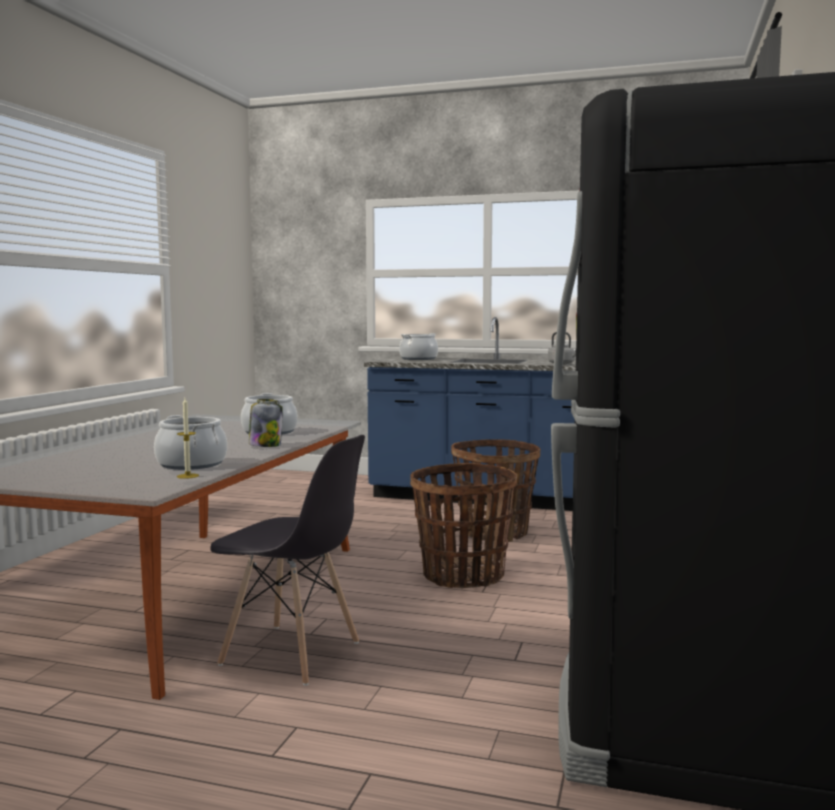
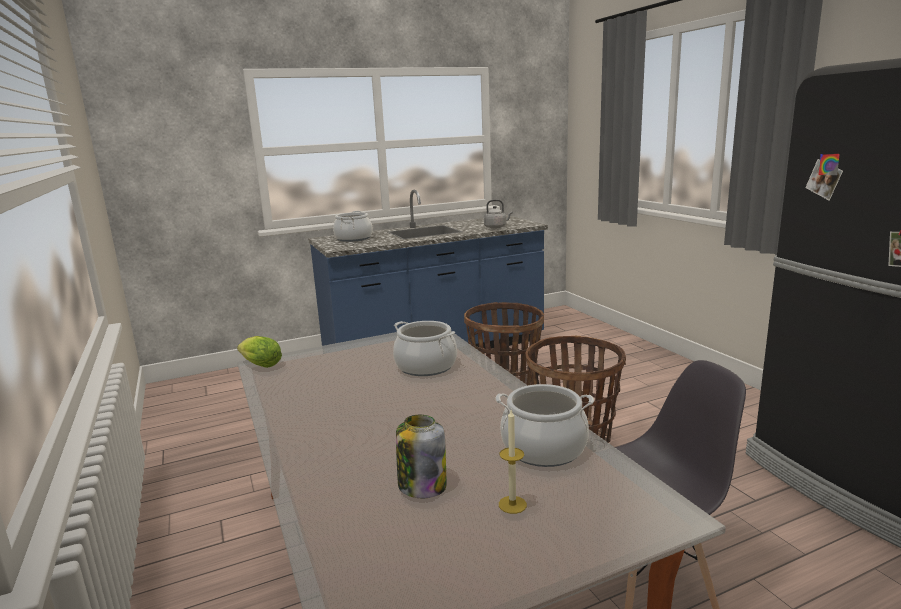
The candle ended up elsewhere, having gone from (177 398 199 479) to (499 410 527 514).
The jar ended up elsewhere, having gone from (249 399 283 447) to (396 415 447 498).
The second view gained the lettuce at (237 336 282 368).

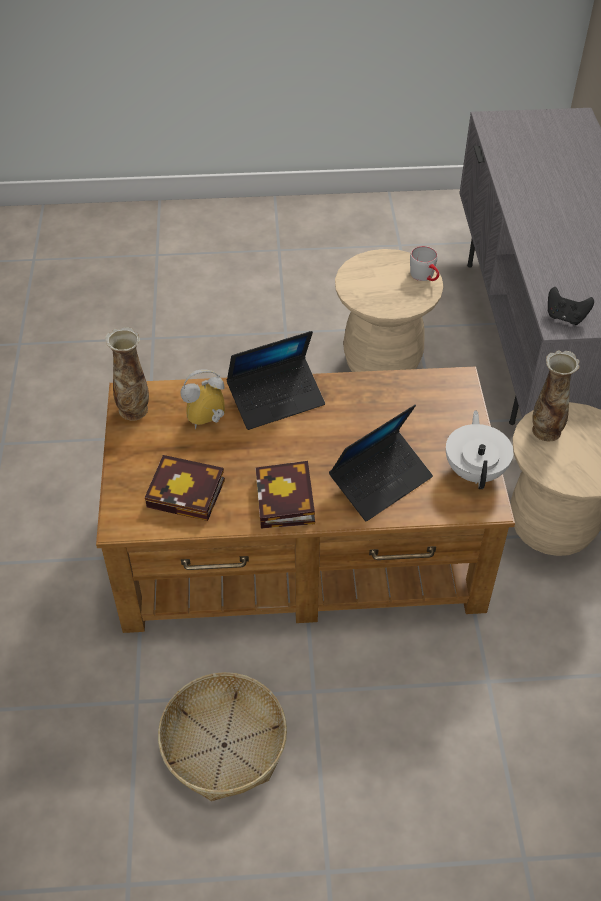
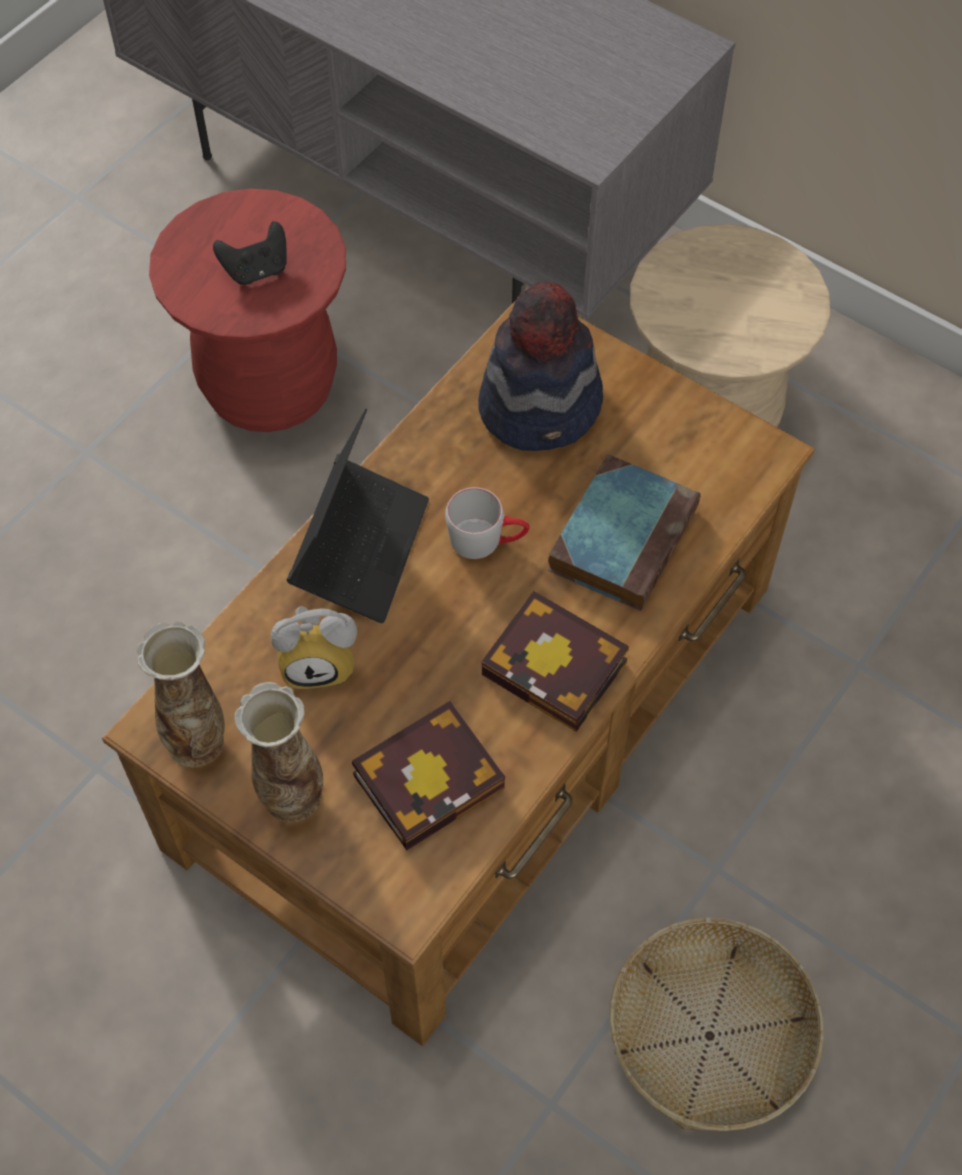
The mug (grey) ended up elsewhere, having gone from (410 246 439 281) to (445 487 530 559).
What was the stool (beige) at (335 249 444 372) turned into the stool (red) at (149 188 346 432).
The game controller (black) ended up elsewhere, having gone from (548 287 594 325) to (213 221 287 285).
The vase ended up elsewhere, having gone from (532 350 579 441) to (234 682 323 823).
The alarm clock at (180 369 225 429) ended up facing another way, 105 degrees counterclockwise from before.
Where the laptop stood at (329 405 433 521), the book came to stand at (548 454 701 611).
The second view lost the teapot (white) at (446 410 514 489).
The second view gained the hat at (478 282 603 451).

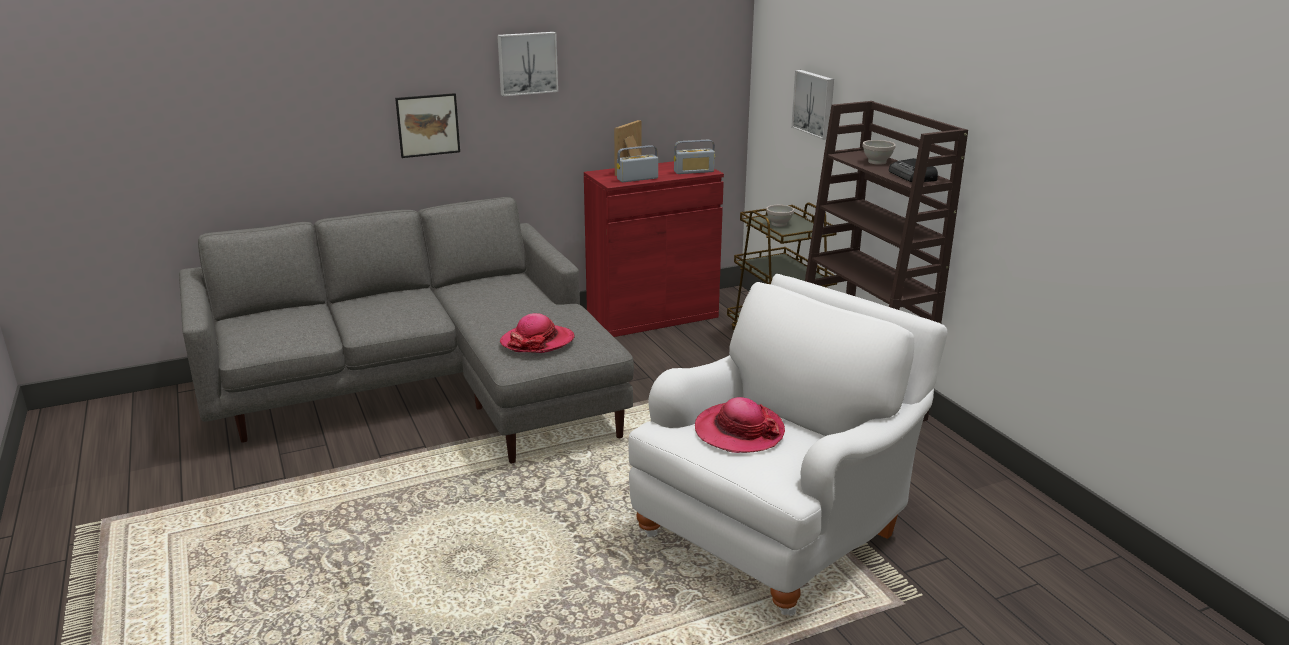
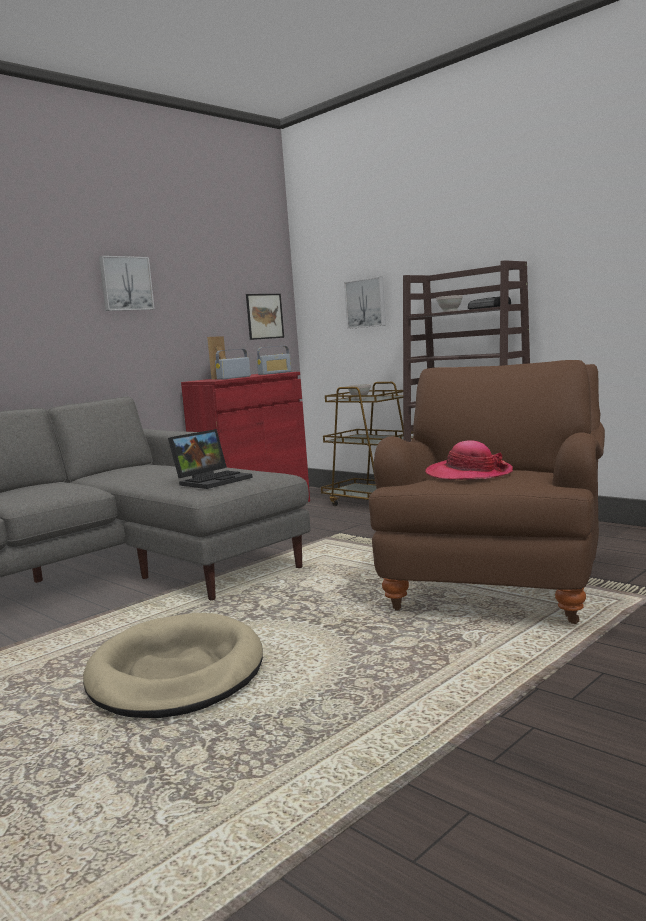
The picture ended up elsewhere, having gone from (395 93 460 158) to (246 294 284 340).
What was the armchair (white) at (628 274 947 616) turned into the armchair (brown) at (369 360 605 624).
Where the hat stood at (499 313 575 353), the laptop came to stand at (168 429 253 489).
The second view gained the dog bed (beige) at (83 613 263 718).

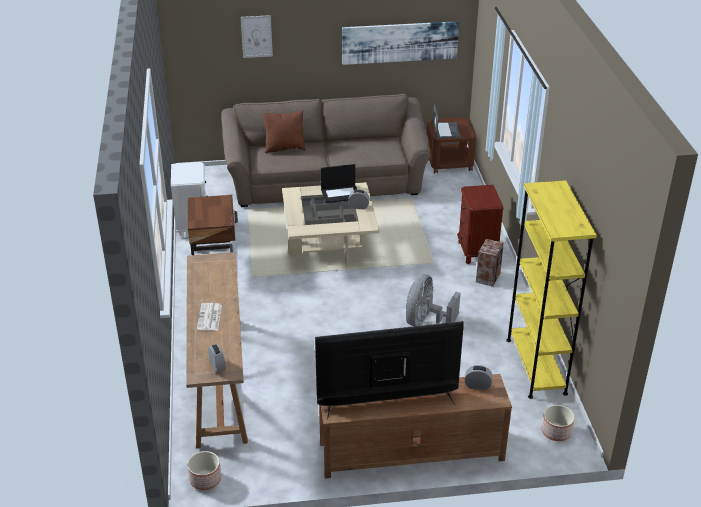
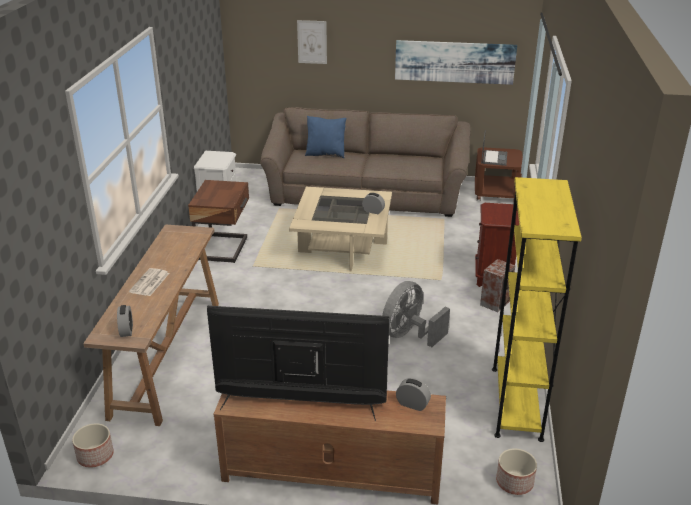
What was the pillow (brown) at (263 111 306 153) turned into the pillow (blue) at (305 116 346 158).
The second view lost the laptop at (321 164 357 203).

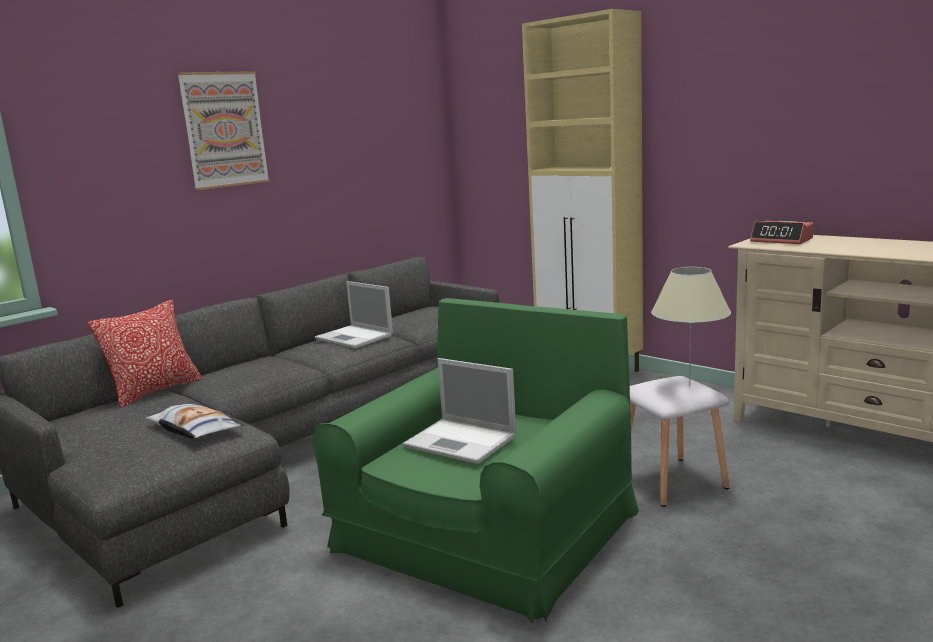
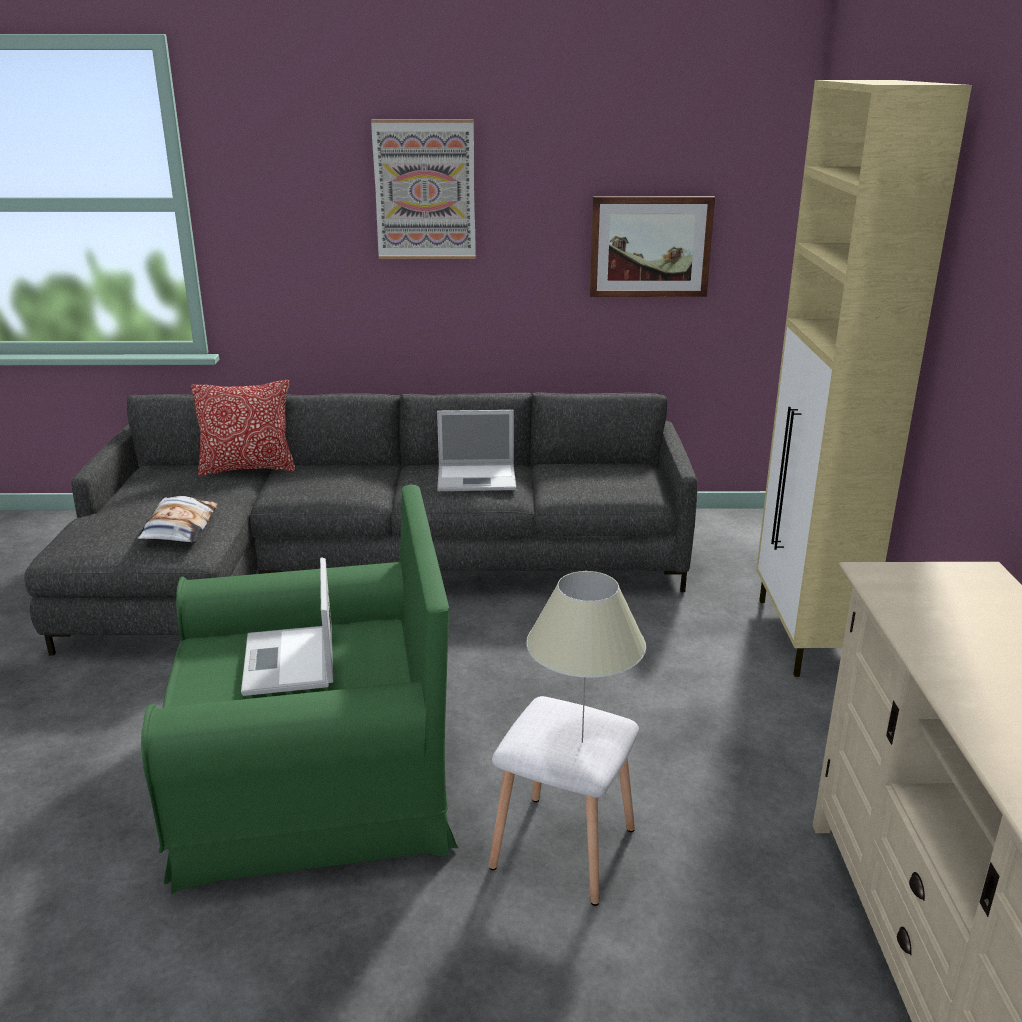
The second view lost the alarm clock at (750 221 814 244).
The laptop at (315 281 393 348) ended up facing another way, 90 degrees counterclockwise from before.
The second view gained the picture at (590 196 715 297).

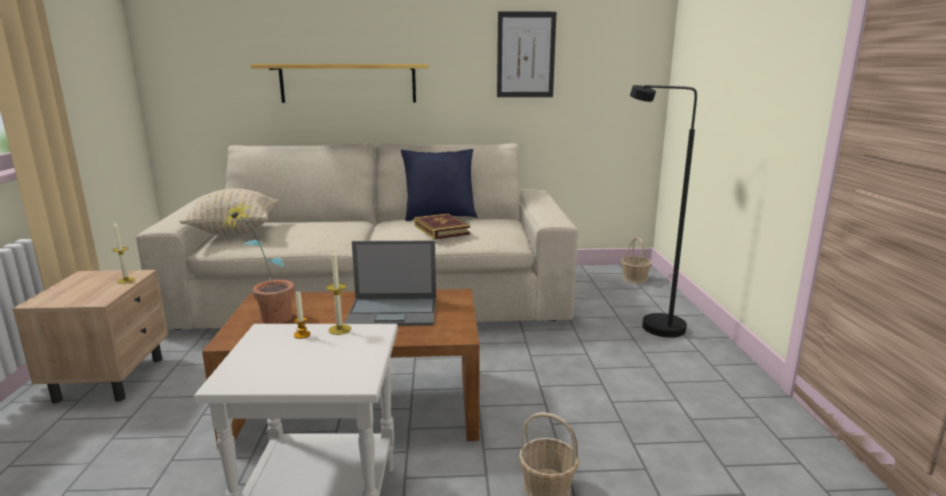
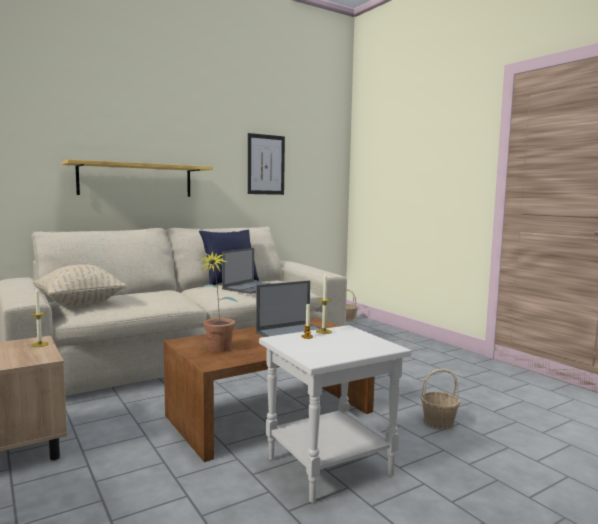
The second view lost the floor lamp (black) at (630 85 697 338).
Where the book stood at (414 213 470 240), the laptop came to stand at (222 248 270 294).

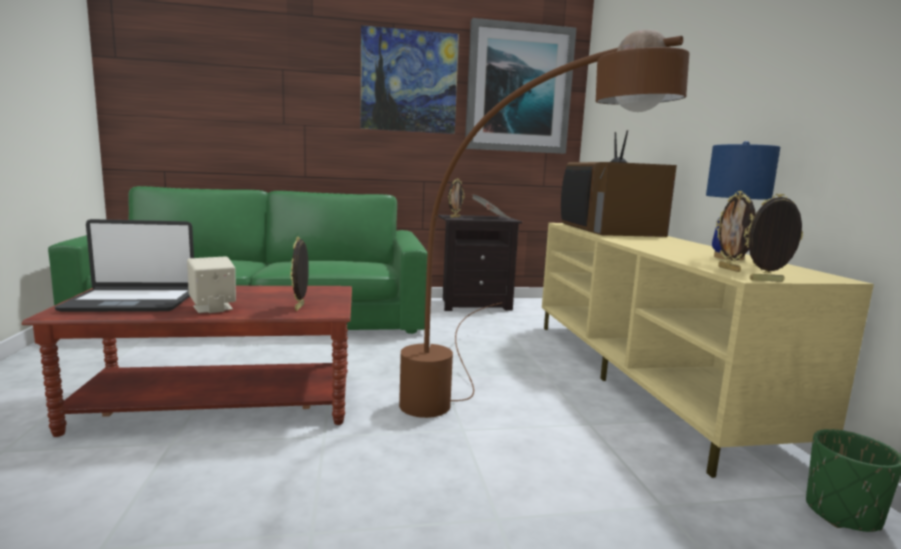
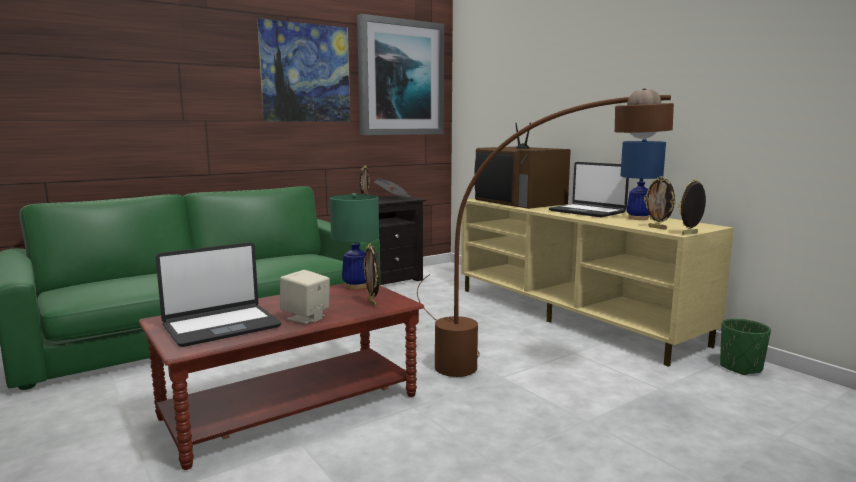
The second view gained the laptop at (549 162 629 217).
The second view gained the table lamp (green) at (330 193 379 289).

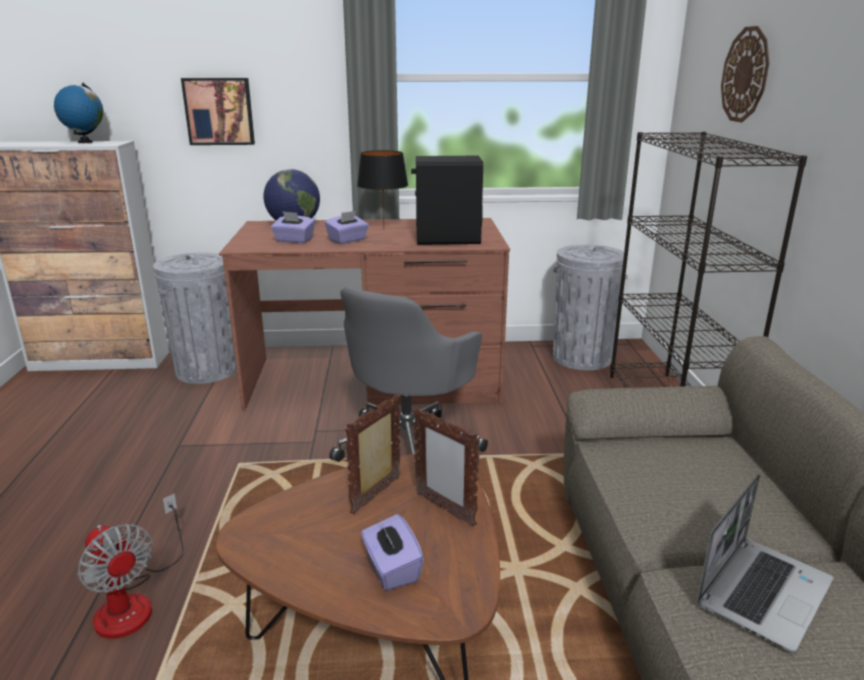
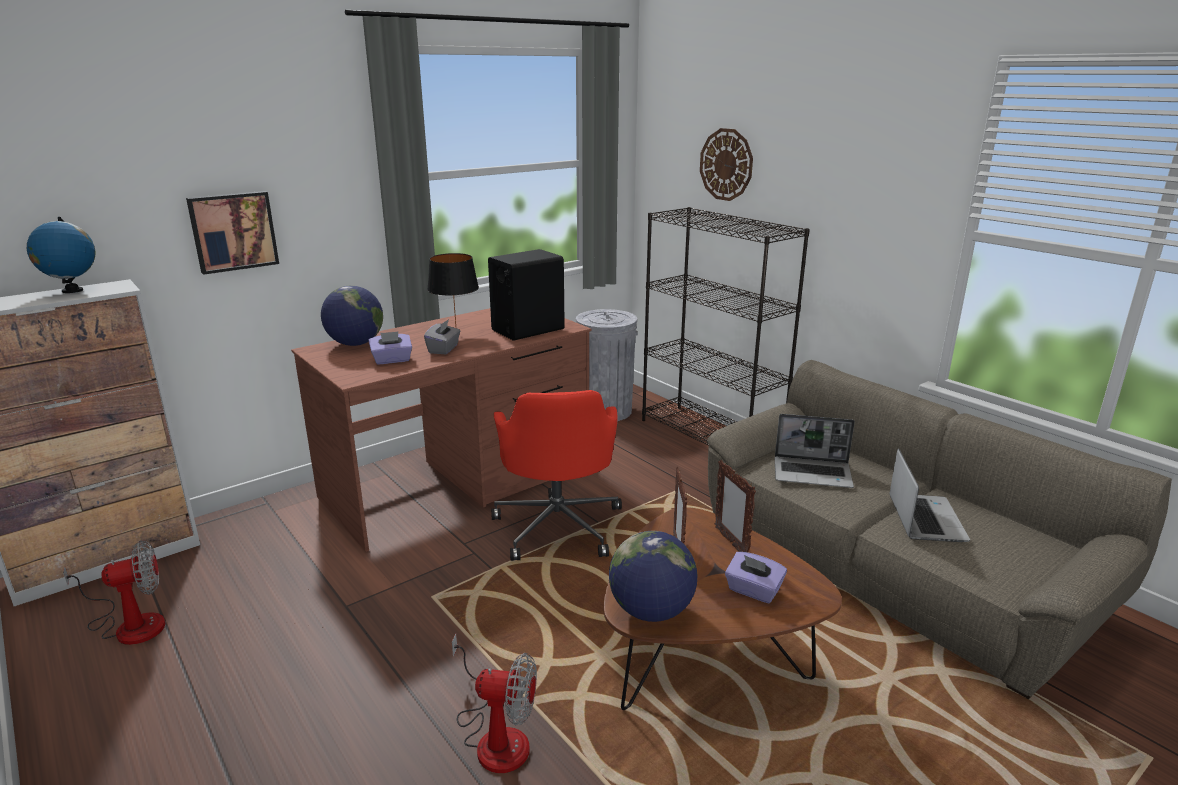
What was the tissue box (purple) at (325 211 369 244) turned into the tissue box (grey) at (424 319 460 354).
The second view lost the trash can (grey) at (153 252 237 384).
What was the office chair (grey) at (329 287 488 462) turned into the office chair (red) at (491 390 622 561).
The picture frame at (413 408 480 526) ended up facing another way, 60 degrees clockwise from before.
The second view gained the laptop at (775 414 855 488).
The second view gained the globe at (609 531 697 622).
The second view gained the fan at (63 540 165 645).

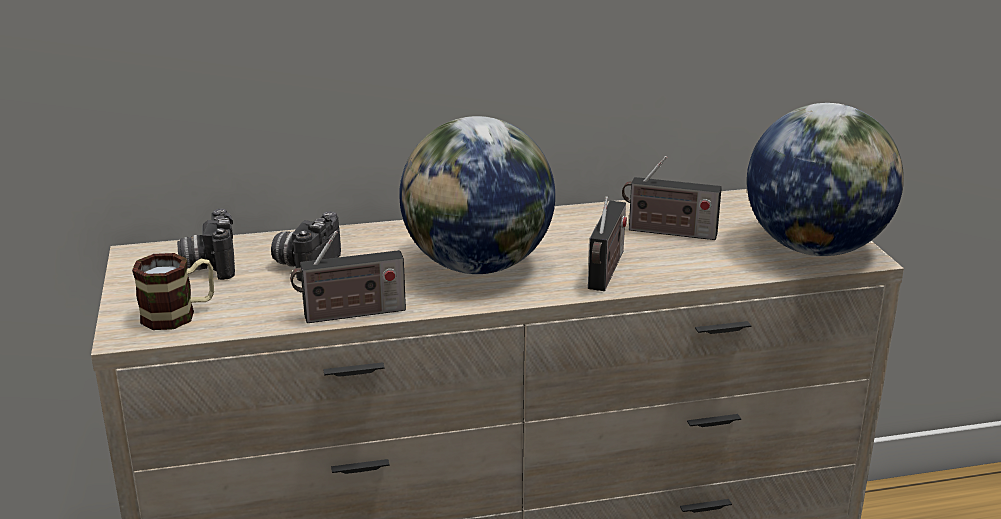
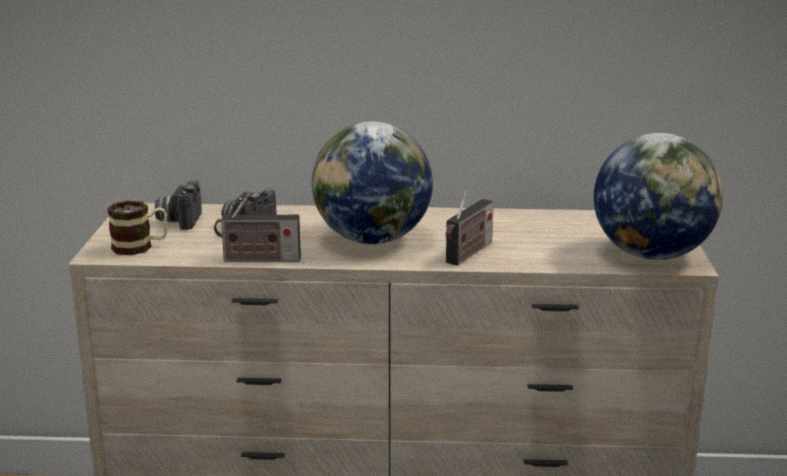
The second view lost the radio at (622 156 722 240).

